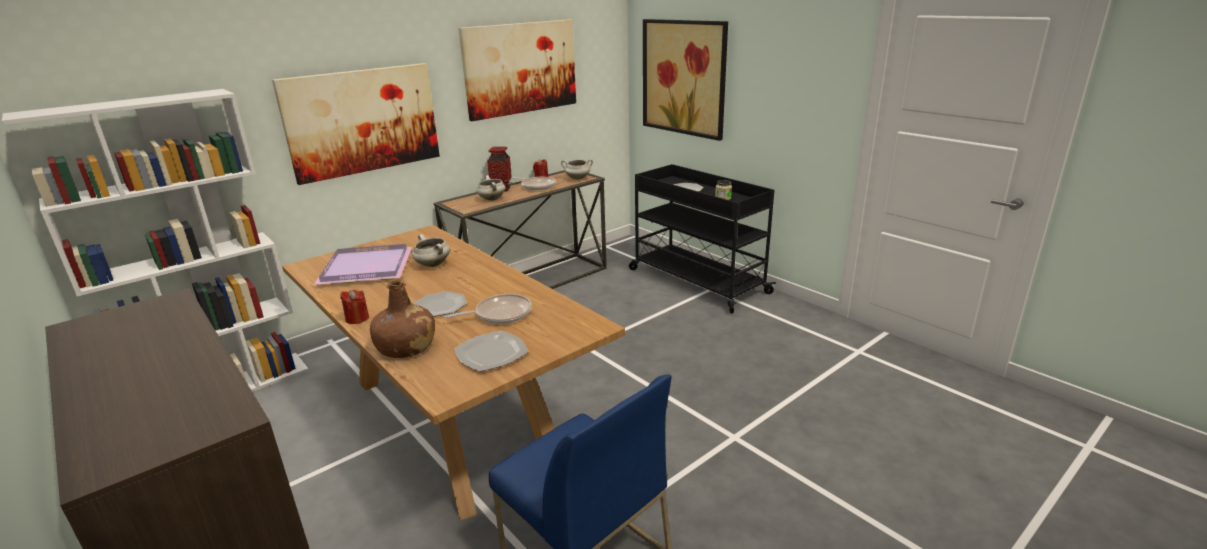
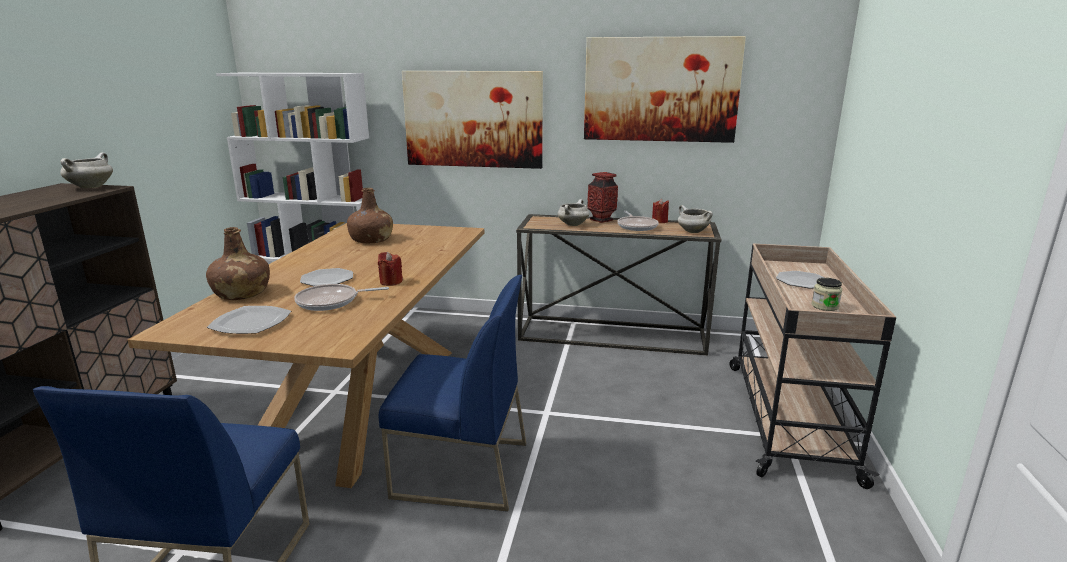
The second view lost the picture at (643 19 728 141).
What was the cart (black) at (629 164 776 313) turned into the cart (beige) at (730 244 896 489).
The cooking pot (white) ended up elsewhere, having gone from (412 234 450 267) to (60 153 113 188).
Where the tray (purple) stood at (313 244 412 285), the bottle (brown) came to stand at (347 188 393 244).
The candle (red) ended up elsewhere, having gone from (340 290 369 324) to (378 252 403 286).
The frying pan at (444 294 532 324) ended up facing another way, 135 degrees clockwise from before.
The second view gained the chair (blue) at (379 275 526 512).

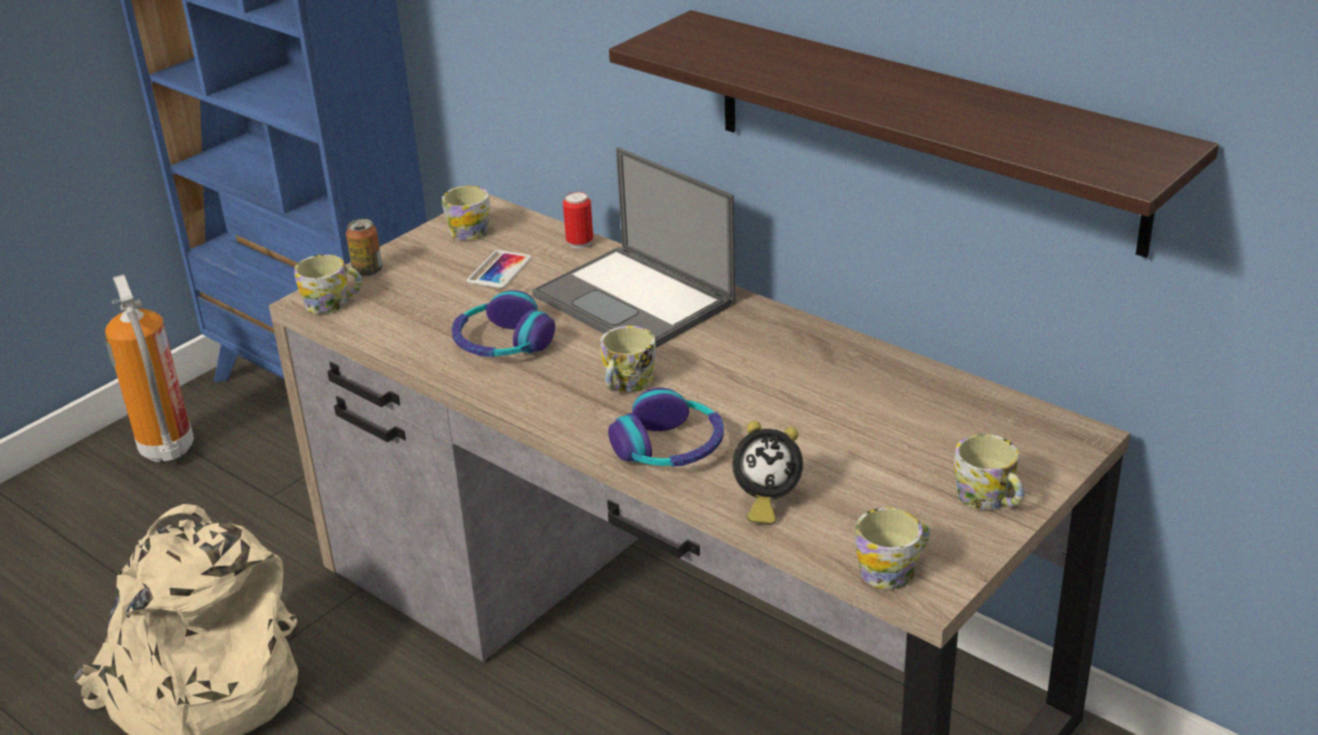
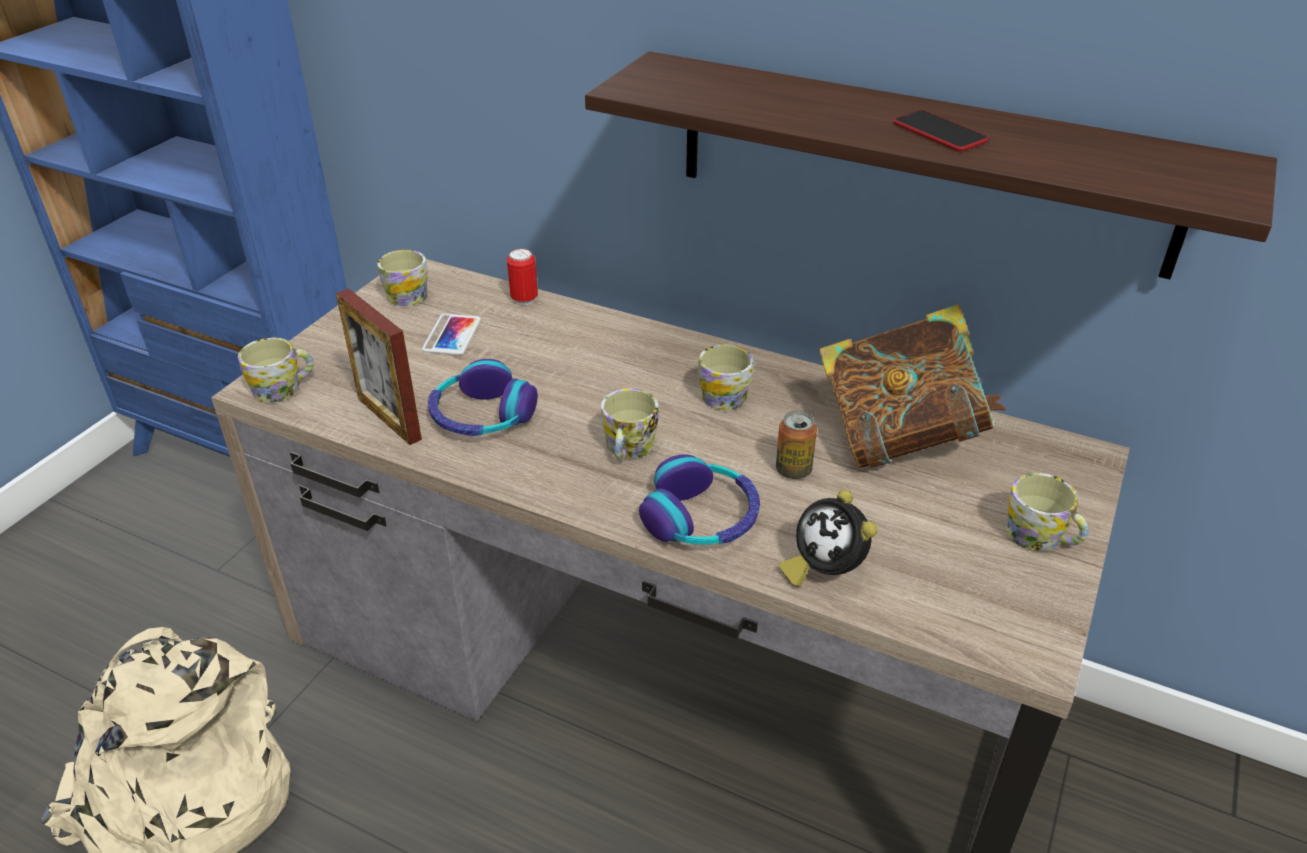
The second view lost the laptop at (532 147 735 348).
The can ended up elsewhere, having gone from (346 219 382 277) to (776 411 817 479).
The second view lost the fire extinguisher at (104 274 194 462).
The alarm clock at (732 420 803 524) ended up facing another way, 75 degrees clockwise from before.
The mug ended up elsewhere, having gone from (855 507 930 589) to (698 344 755 410).
The second view gained the phone at (893 110 989 151).
The second view gained the picture frame at (336 288 422 445).
The second view gained the book at (819 304 1006 468).

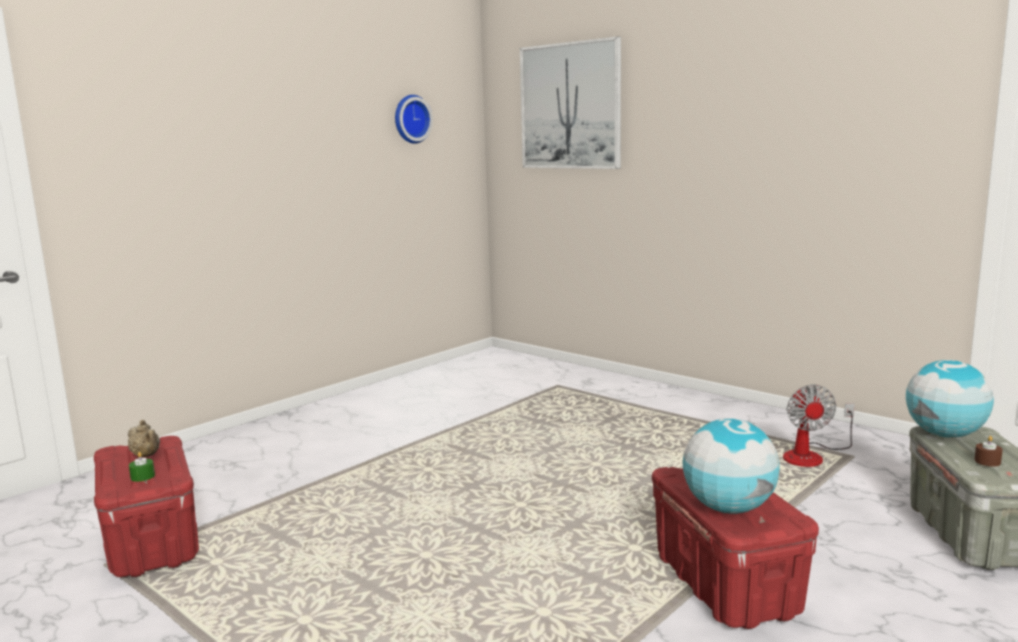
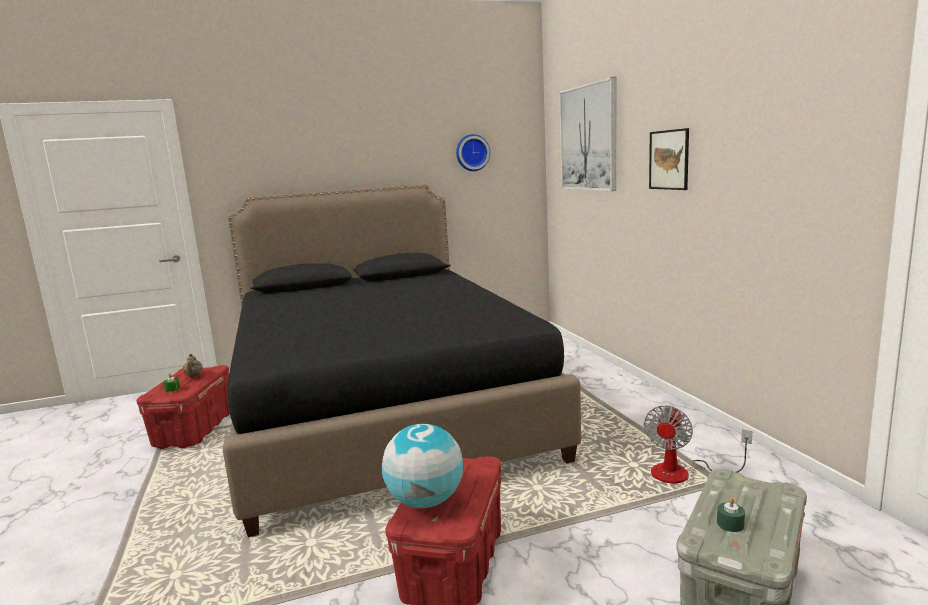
The second view lost the globe at (906 360 994 438).
What was the candle (brown) at (974 436 1003 467) turned into the candle (green) at (717 497 745 532).
The second view gained the picture at (649 128 689 190).
The second view gained the bed (black) at (223 184 581 537).

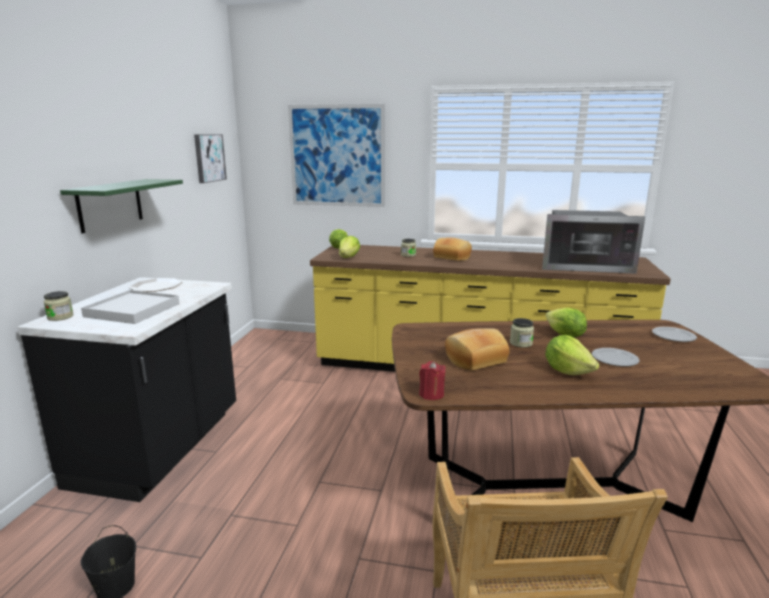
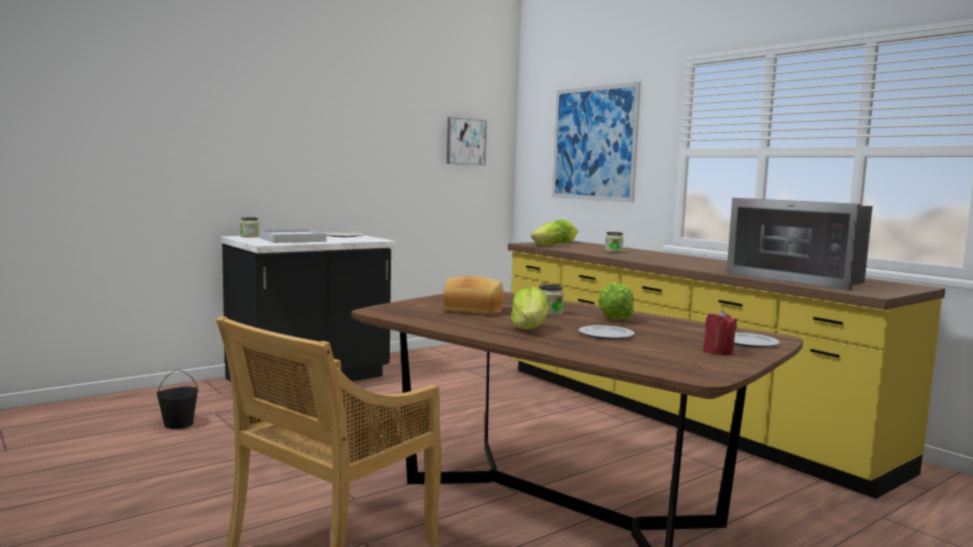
The second view lost the shelf (green) at (60 179 183 233).
The second view lost the bread at (433 237 472 261).
The candle (red) ended up elsewhere, having gone from (419 361 445 400) to (703 310 737 355).

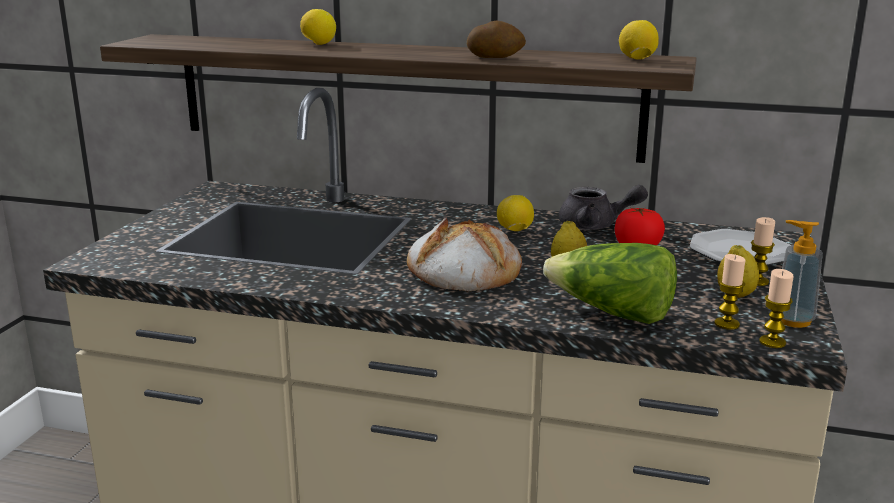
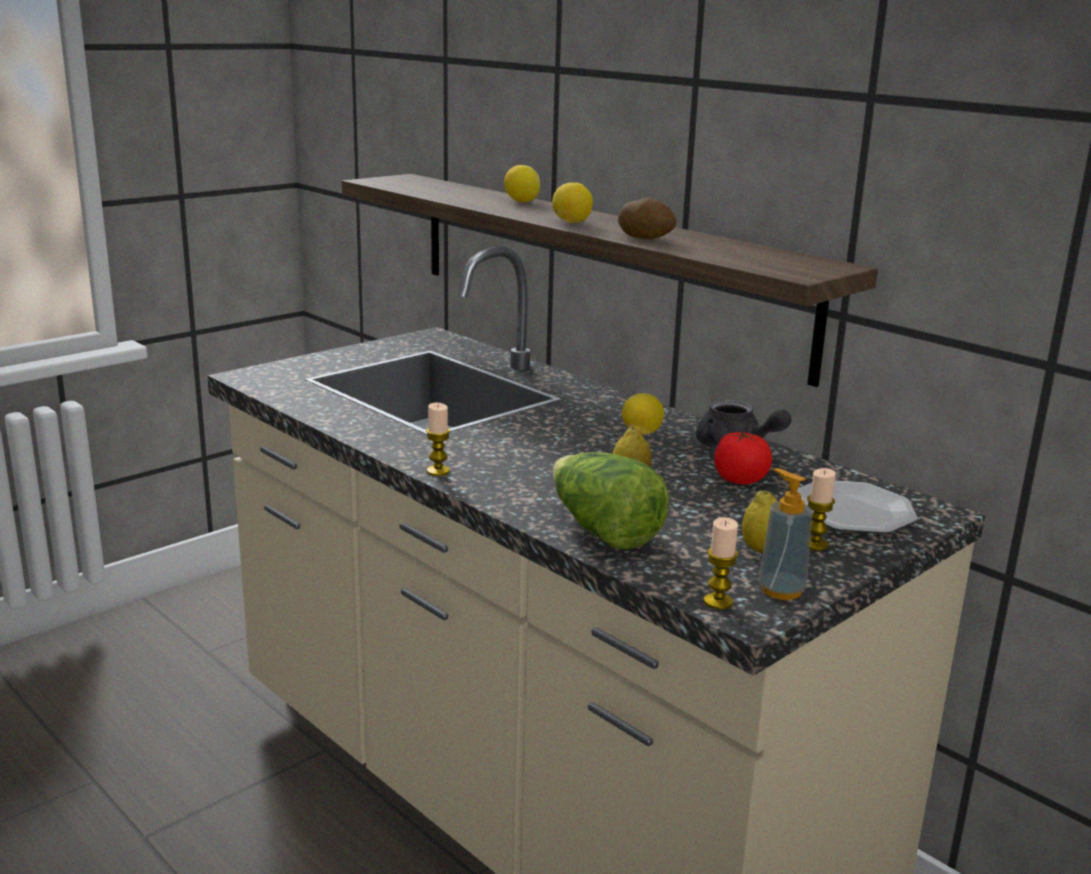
The lemon ended up elsewhere, having gone from (619 20 659 60) to (552 183 593 223).
The second view lost the bread at (407 217 522 292).
The candle ended up elsewhere, having gone from (714 254 745 330) to (426 403 450 476).

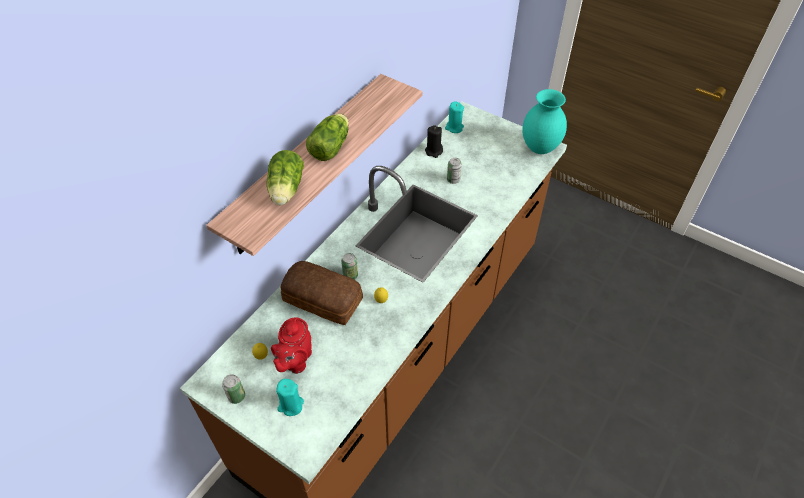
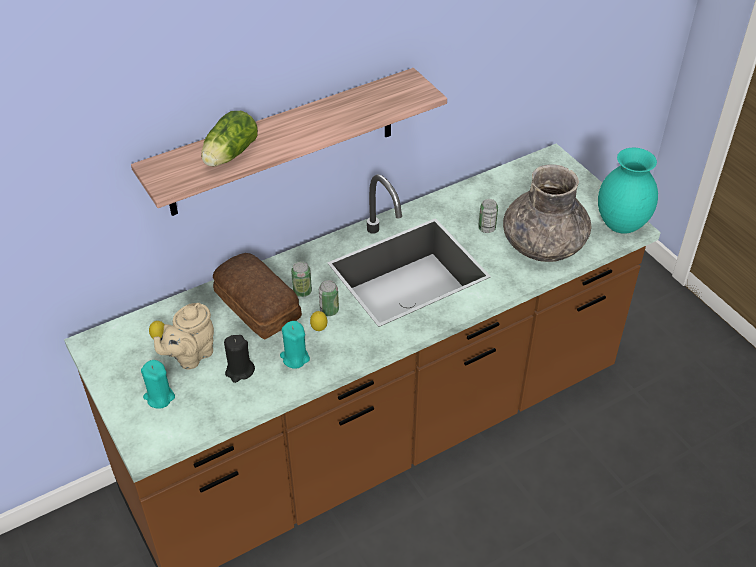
The candle (turquoise) ended up elsewhere, having gone from (445 101 464 133) to (280 321 310 369).
The second view lost the lettuce at (306 114 349 161).
The candle (black) ended up elsewhere, having gone from (425 125 443 158) to (224 335 255 383).
What was the teapot (red) at (271 318 312 374) turned into the teapot (beige) at (154 303 214 369).
The can ended up elsewhere, having gone from (222 374 245 404) to (319 280 339 316).
The second view gained the vase (grey) at (503 164 591 262).

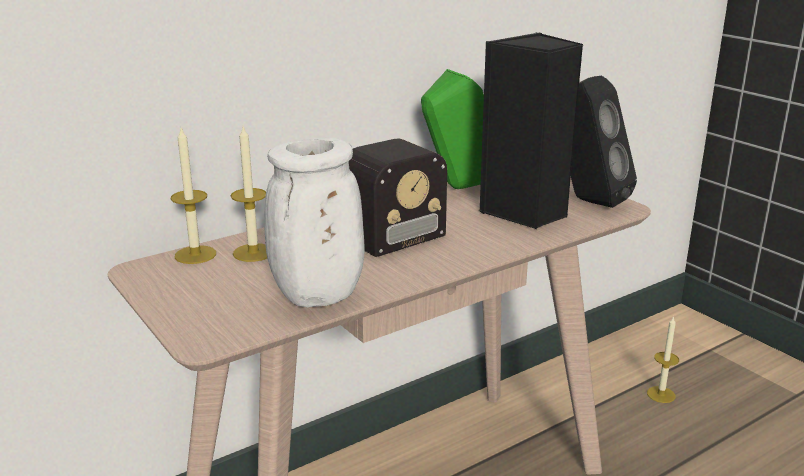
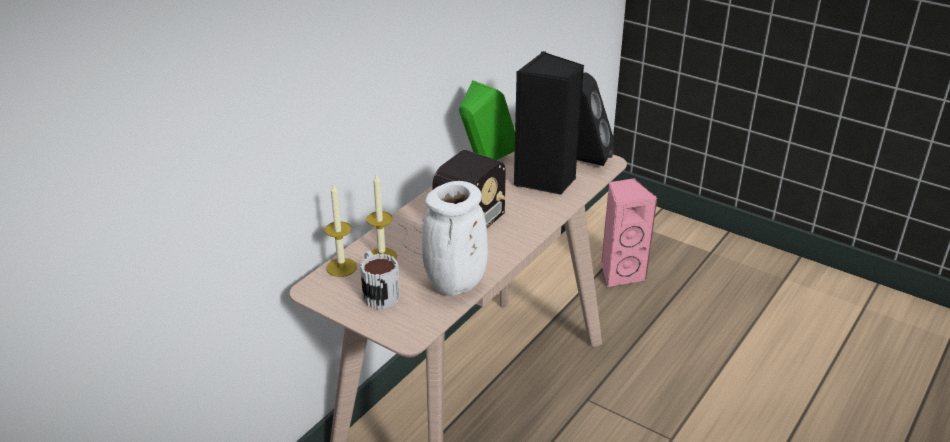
Where the candle stood at (647 316 679 403), the speaker (pink) came to stand at (601 178 657 287).
The second view gained the mug at (360 251 400 309).

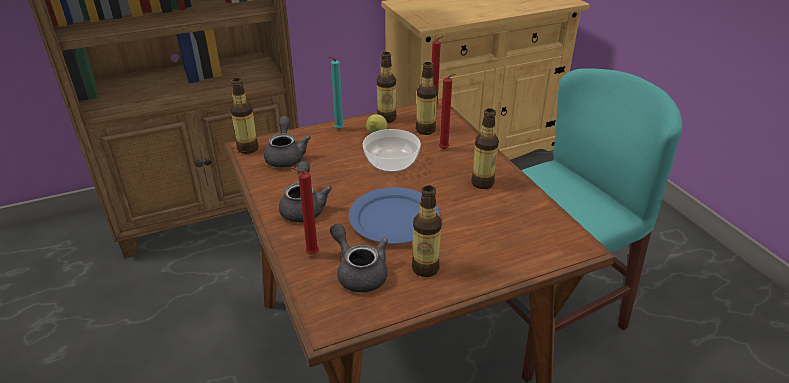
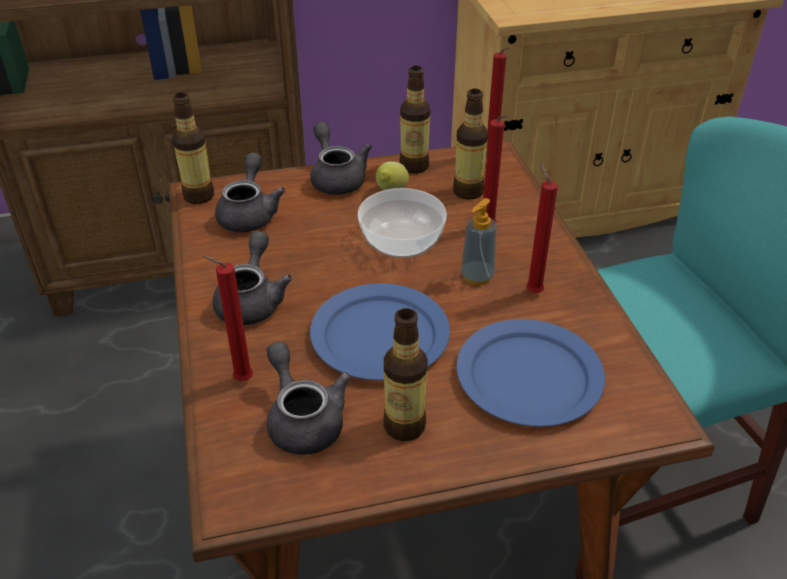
Where the candle (turquoise) stood at (328 56 344 129), the teapot (grey) came to stand at (310 122 372 195).
Where the bottle stood at (471 108 499 189), the candle (red) came to stand at (526 164 558 293).
The second view gained the soap dispenser at (461 198 496 285).
The second view gained the plate (blue) at (456 319 605 427).

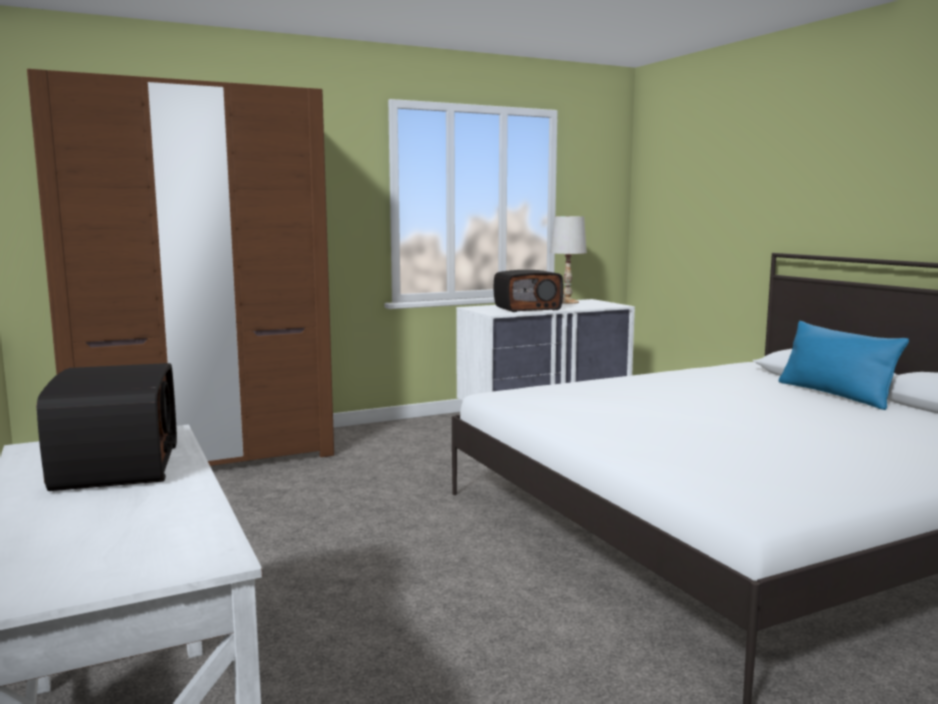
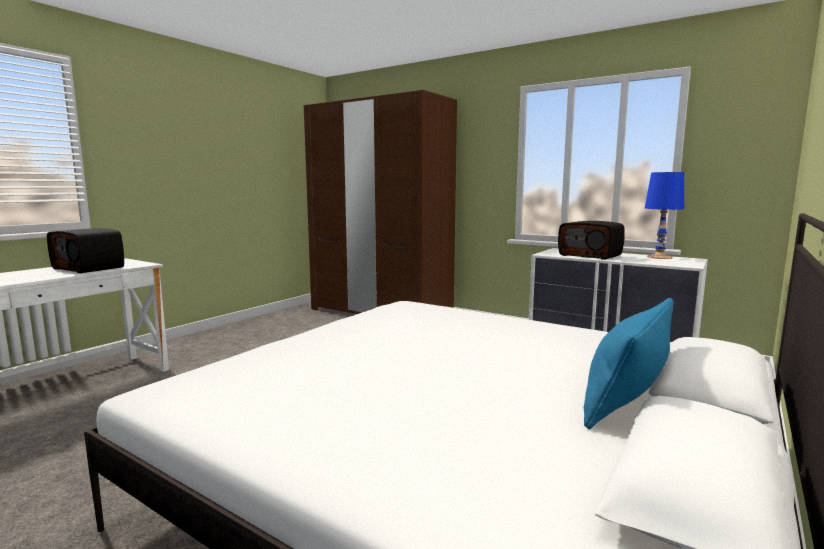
What was the table lamp (white) at (550 216 587 304) turned into the table lamp (blue) at (645 172 684 259).
The radio at (36 363 177 491) ended up facing another way, 75 degrees clockwise from before.

